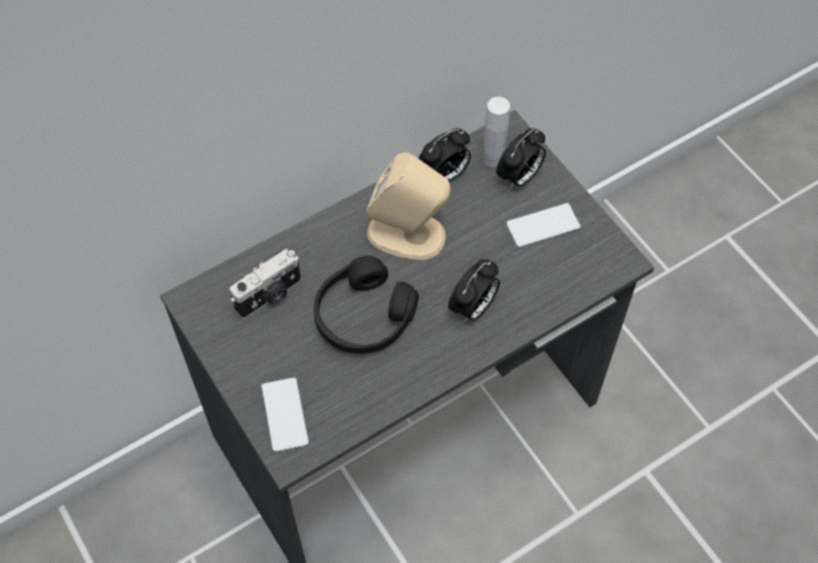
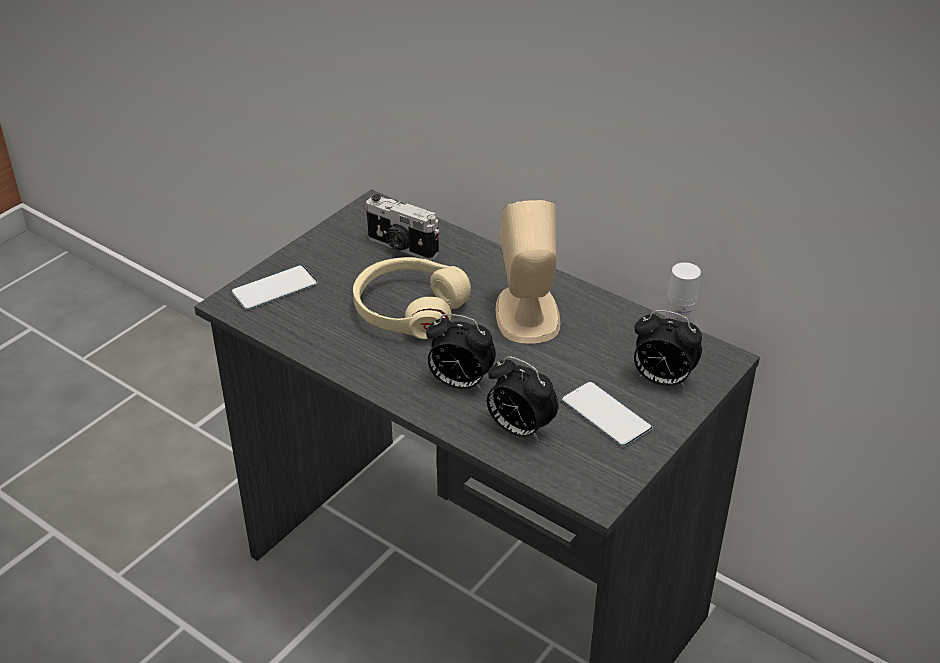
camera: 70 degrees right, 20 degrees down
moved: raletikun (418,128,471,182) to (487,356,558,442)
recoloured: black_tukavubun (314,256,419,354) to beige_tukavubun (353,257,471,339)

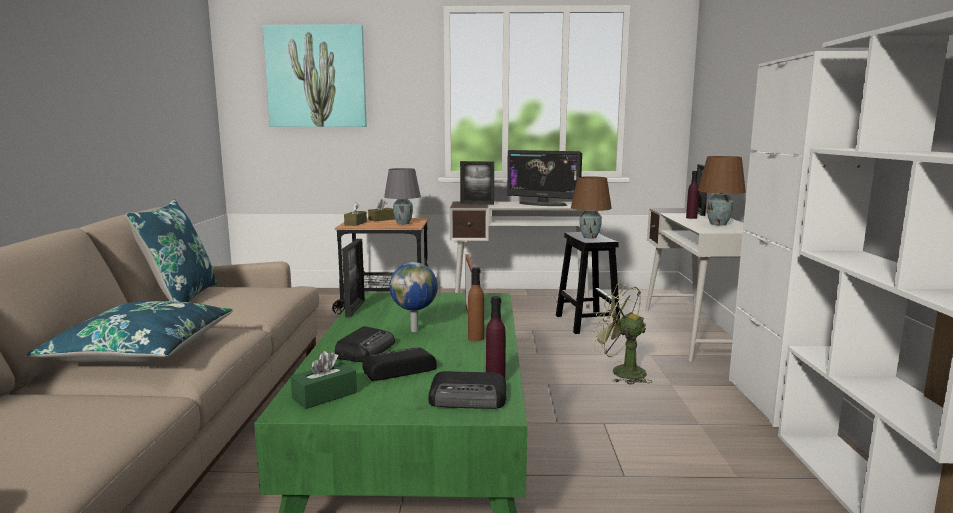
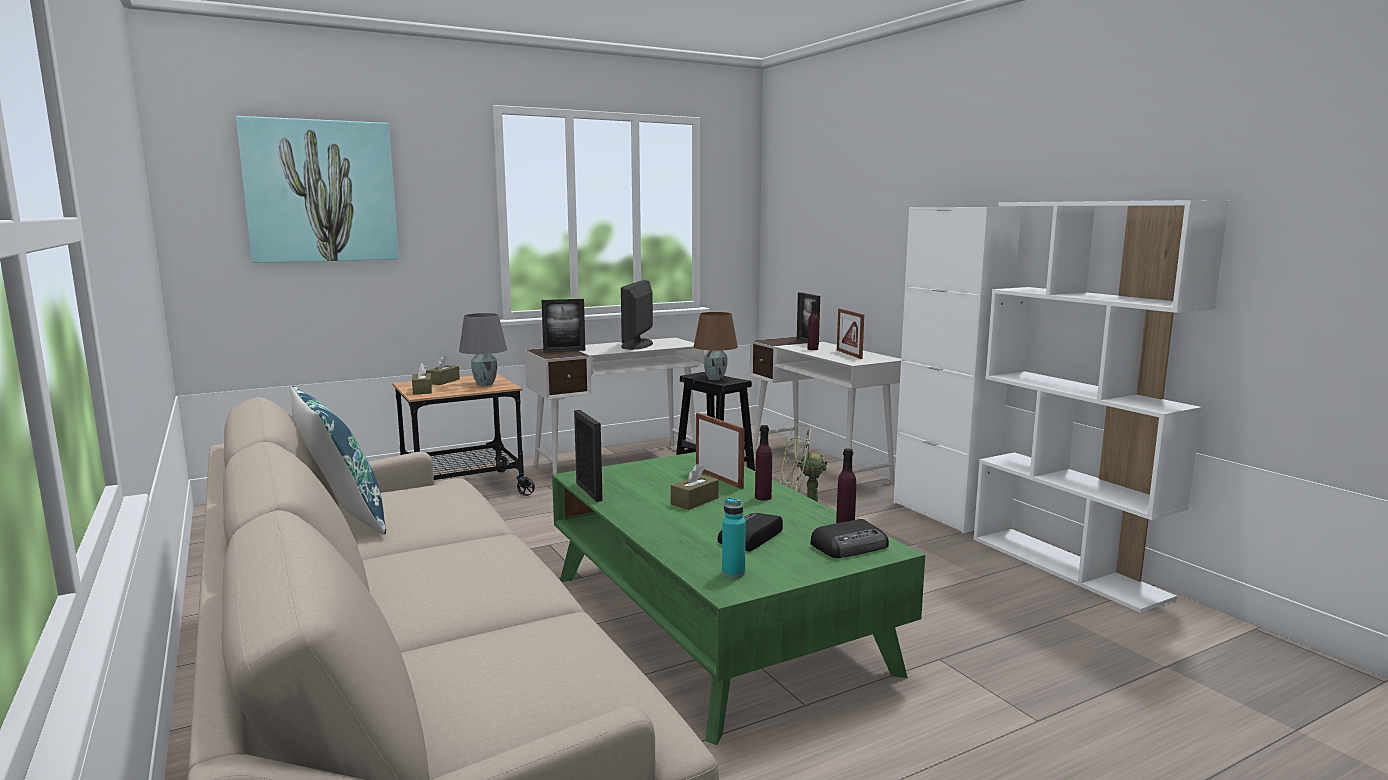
camera: 30 degrees left, 0 degrees up
removed: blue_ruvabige (26,301,233,363); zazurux (335,326,395,362)
replaced: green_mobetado (291,351,357,409) to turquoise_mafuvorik (722,497,746,578); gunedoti (389,262,438,332) to brown_mobetado (671,464,719,510); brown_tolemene (698,156,746,226) to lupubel (837,308,864,359)
recoloured: brown_mafuvorik (468,267,484,341) to purple_mafuvorik (755,425,772,500)
turned: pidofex (507,150,582,206) = (621,280,653,350) 105 degrees clockwise

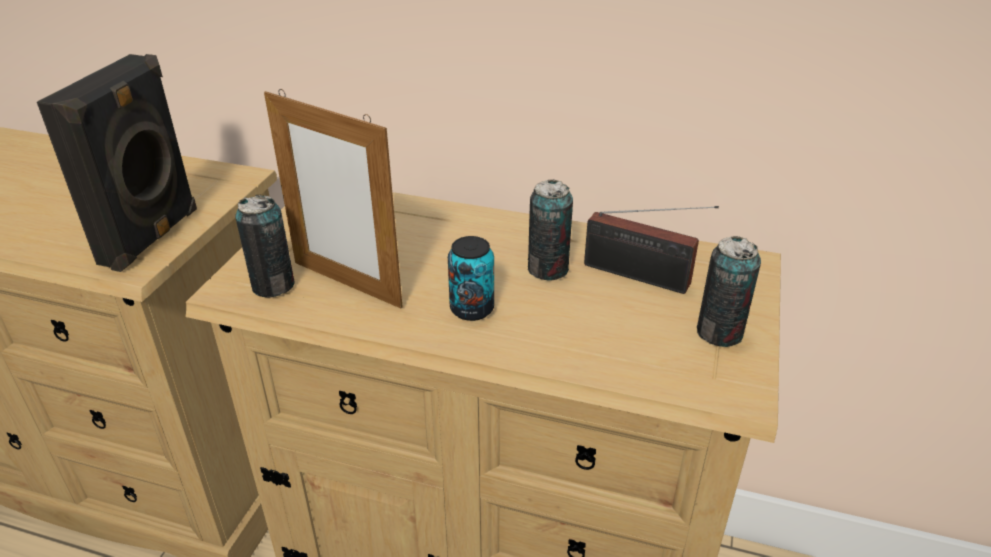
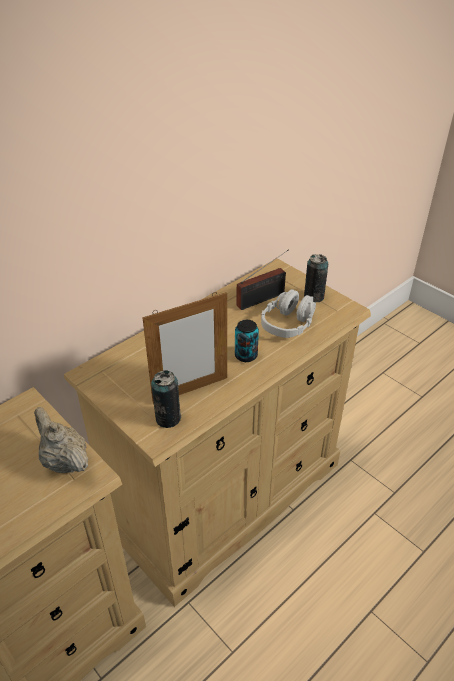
camera: 60 degrees left, 5 degrees up
removed: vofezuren (528,179,573,281)
added: grey_tukavubun (261,289,316,338)
replaced: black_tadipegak (37,54,197,272) to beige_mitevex (34,407,88,473)

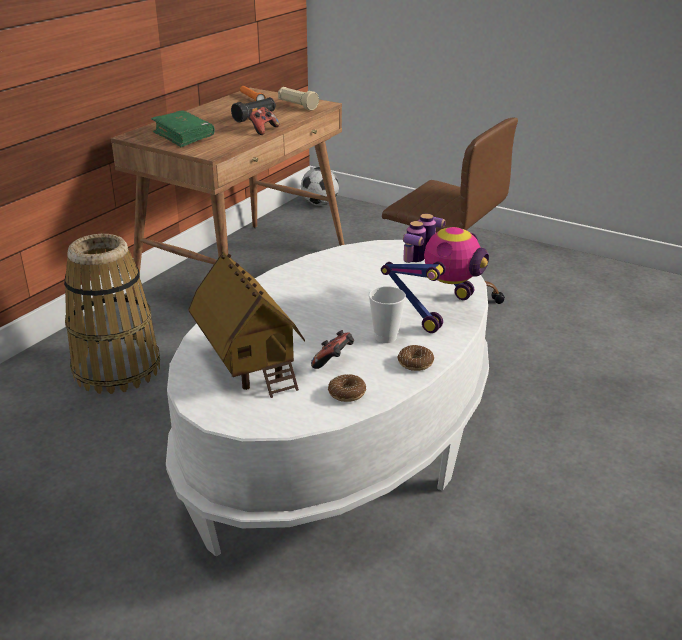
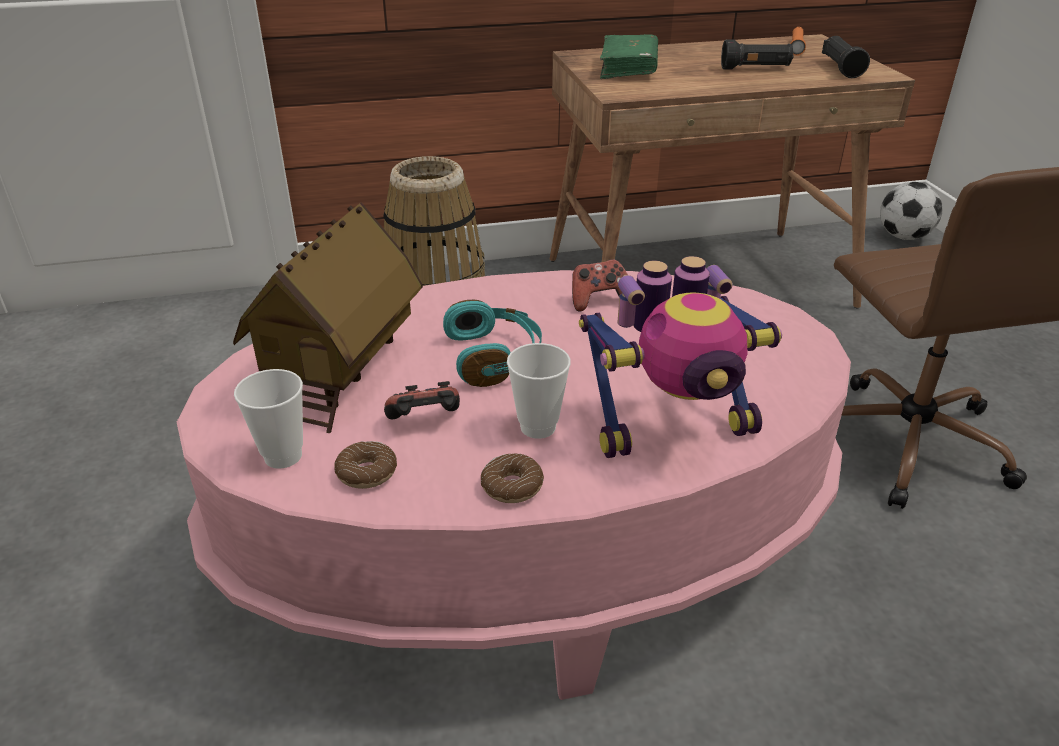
camera: 45 degrees right, 5 degrees up
added: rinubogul (234,369,303,469); turquoise_tukavubun (443,300,542,387)
moved: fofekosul (248,107,279,135) to (572,259,628,312)
recoloured: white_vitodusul (166,240,489,556) to pink_vitodusul (177,270,851,700); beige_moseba (278,87,319,110) to black_moseba (822,36,870,78)

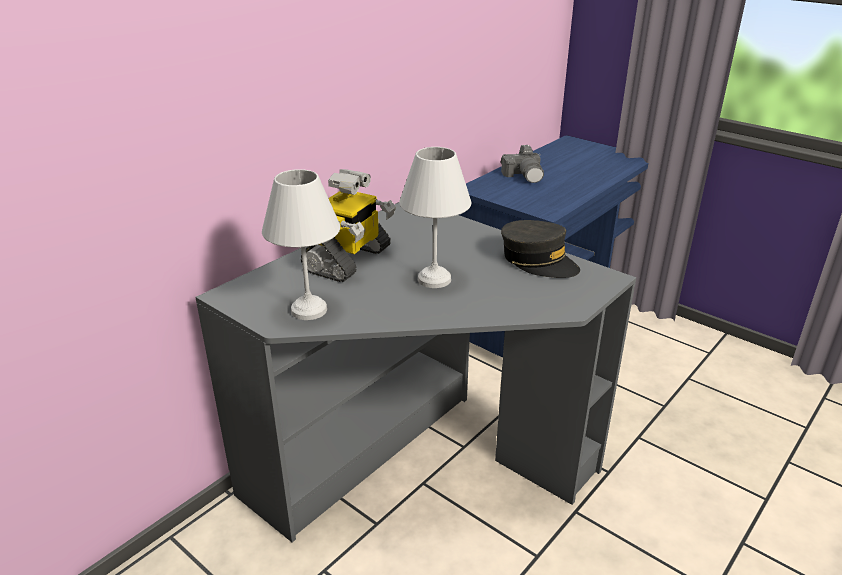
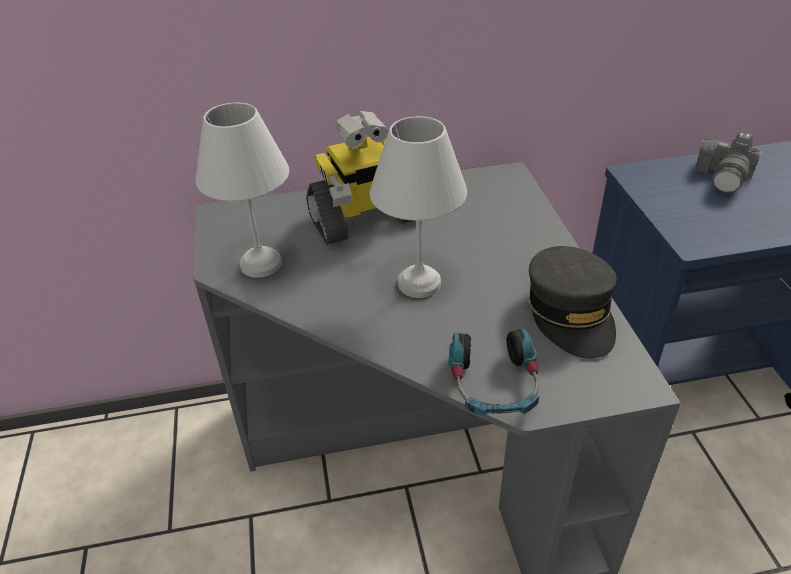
camera: 40 degrees right, 10 degrees up
added: tukavubun (449,328,539,417)

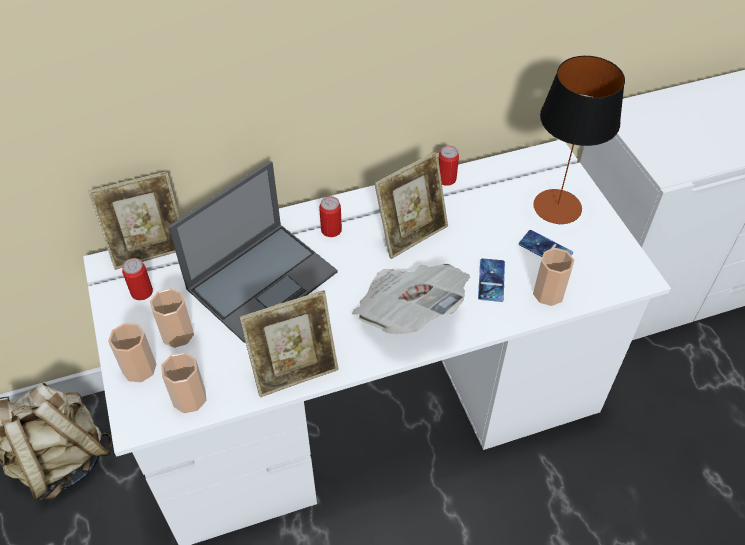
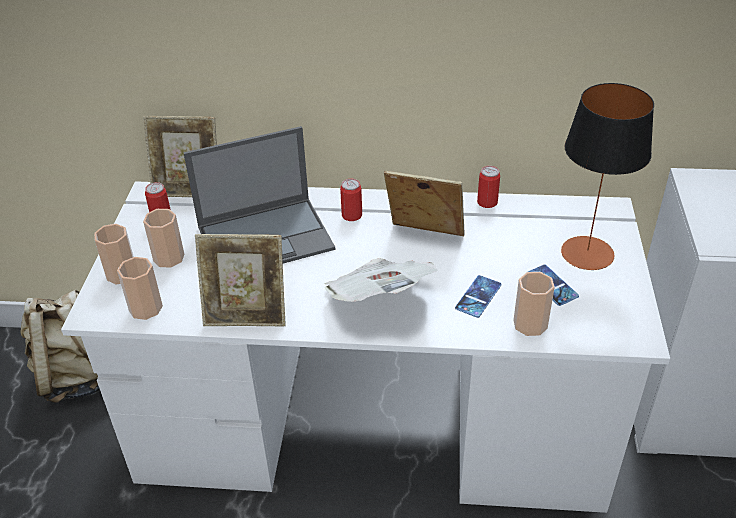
camera: 25 degrees right, 10 degrees down
turned: lupubel (374,151,448,259) = (384,171,465,236) 150 degrees counterclockwise

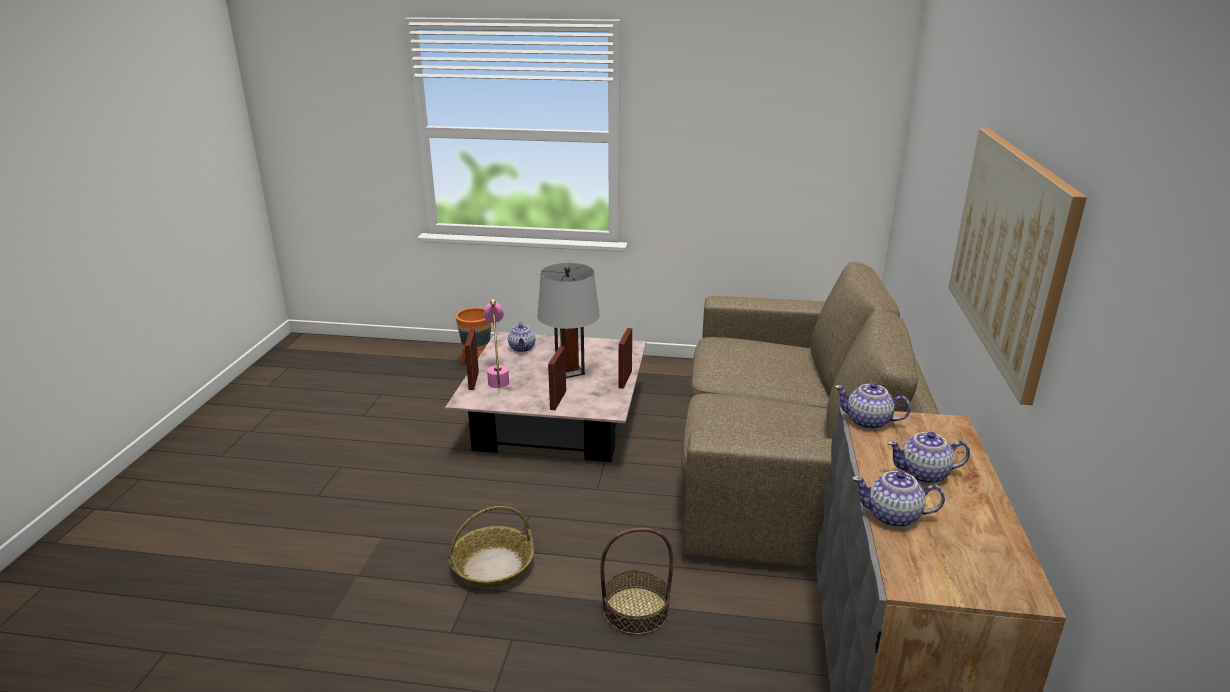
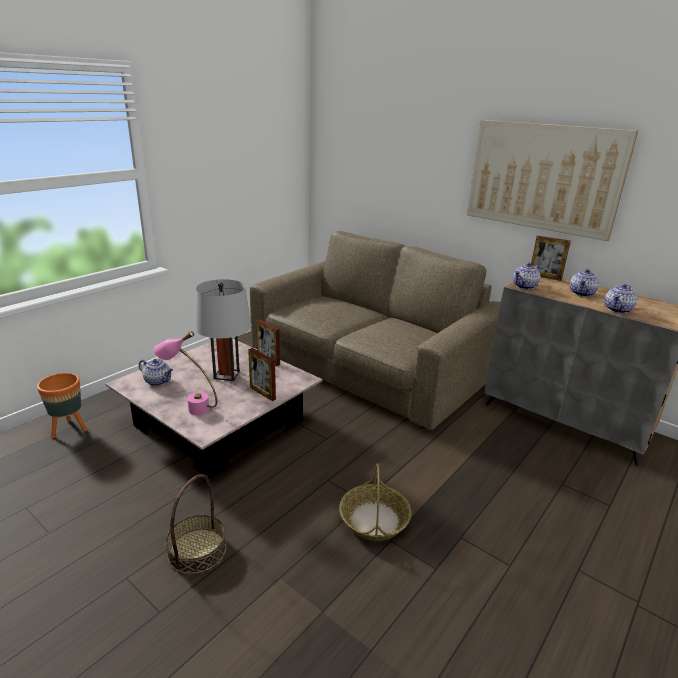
camera: 60 degrees left, 0 degrees up
moved: lupubel (465,329,479,390) to (531,236,571,281); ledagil (600,528,673,635) to (165,474,226,575)

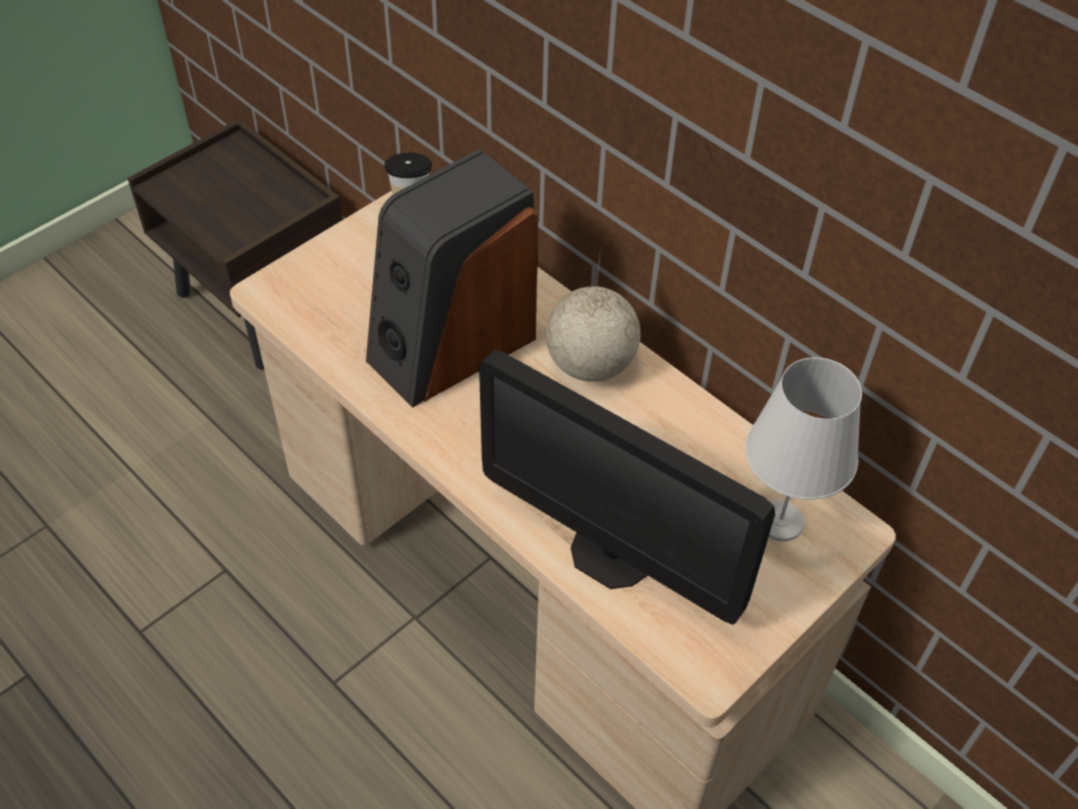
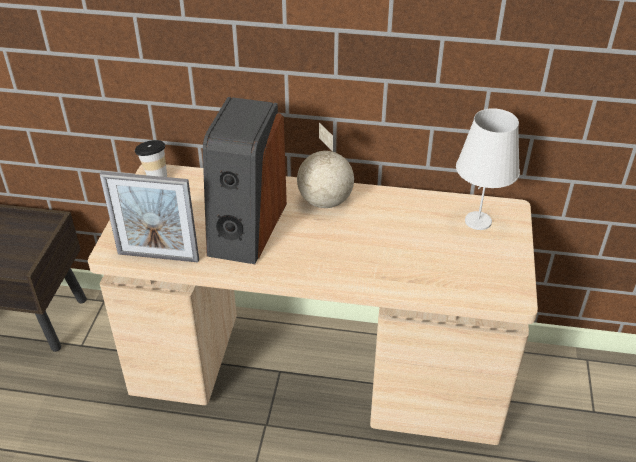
camera: 35 degrees left, 10 degrees down
removed: pidofex (479,350,775,625)
added: lupubel (100,171,199,262)

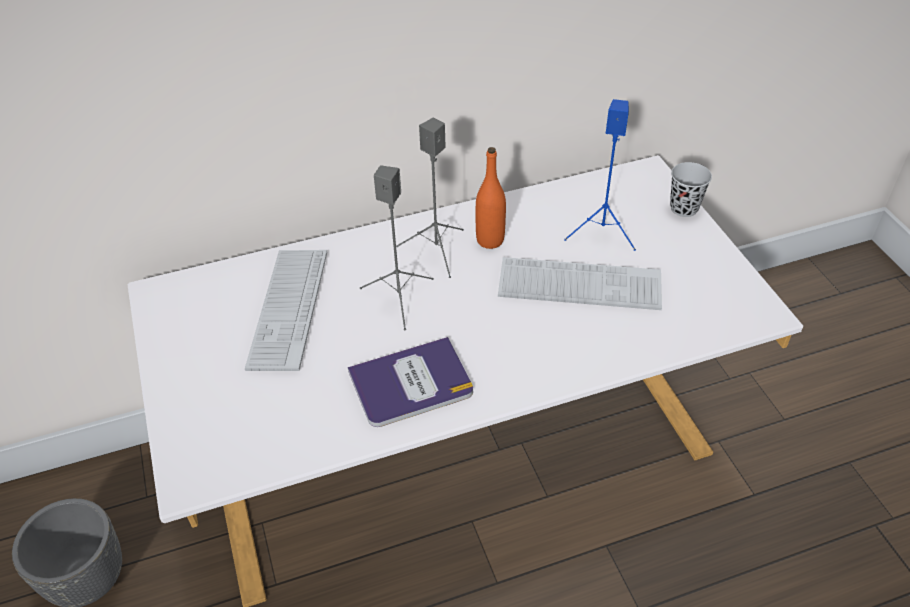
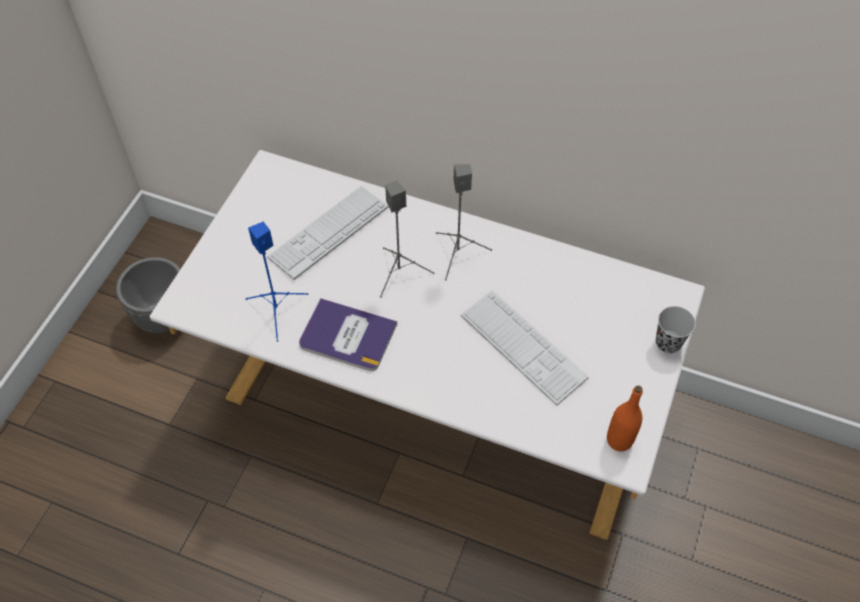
camera: 40 degrees right, 10 degrees up
moved: orange_mafuvorik (476,147,506,249) to (607,386,643,451); blue_tadipegak (564,99,636,251) to (246,222,308,342)

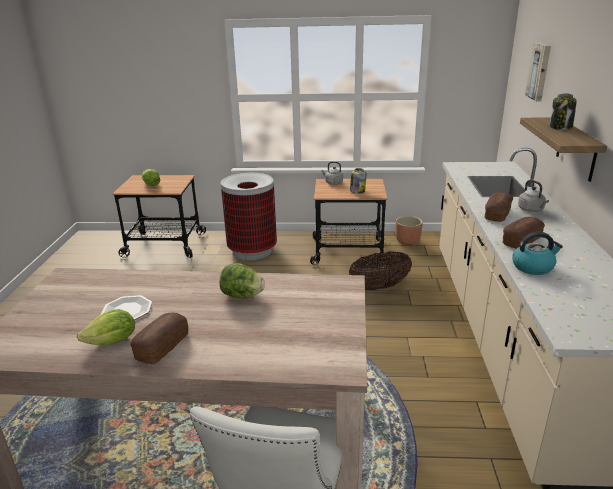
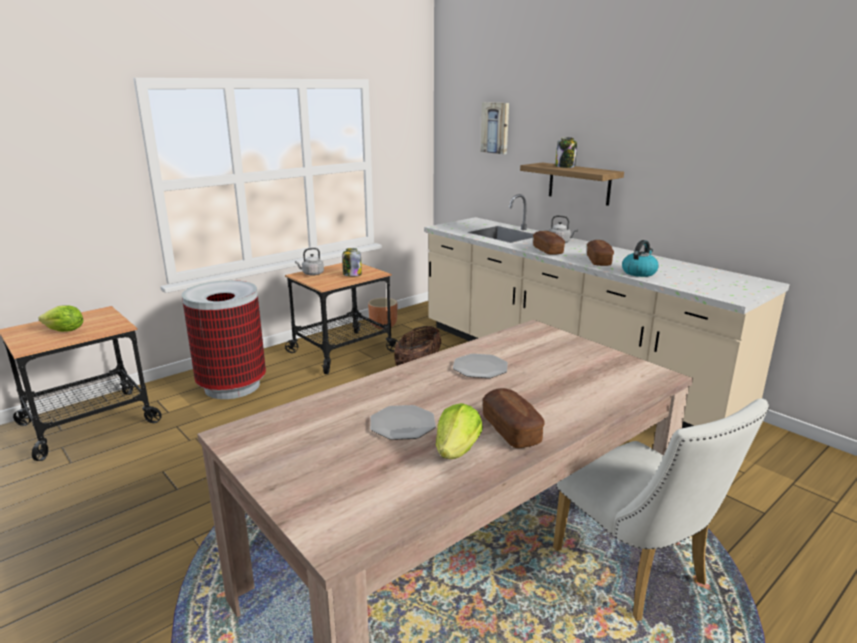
camera: 45 degrees left, 5 degrees down
replaced: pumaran (220,263,265,298) to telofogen (453,354,508,378)

